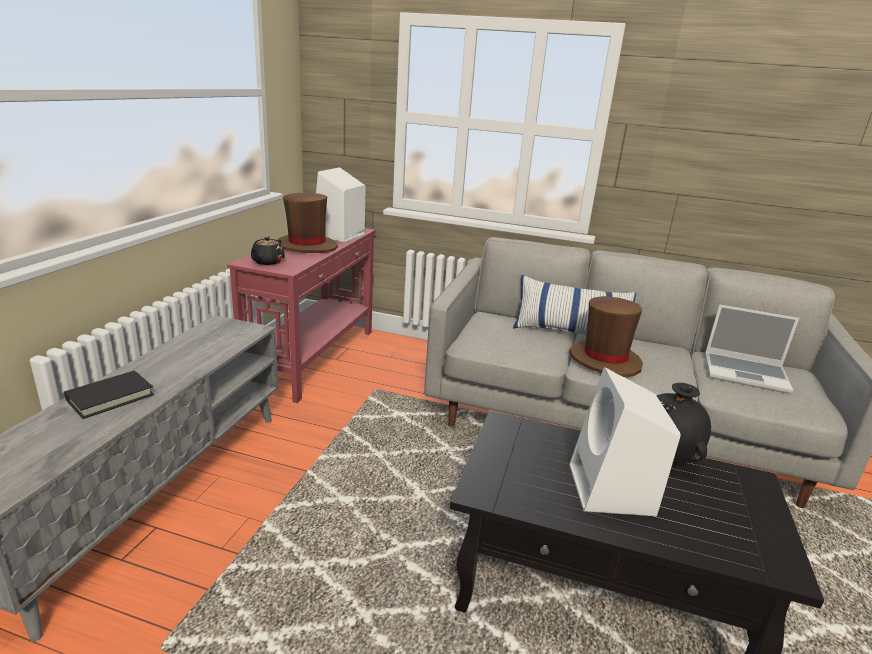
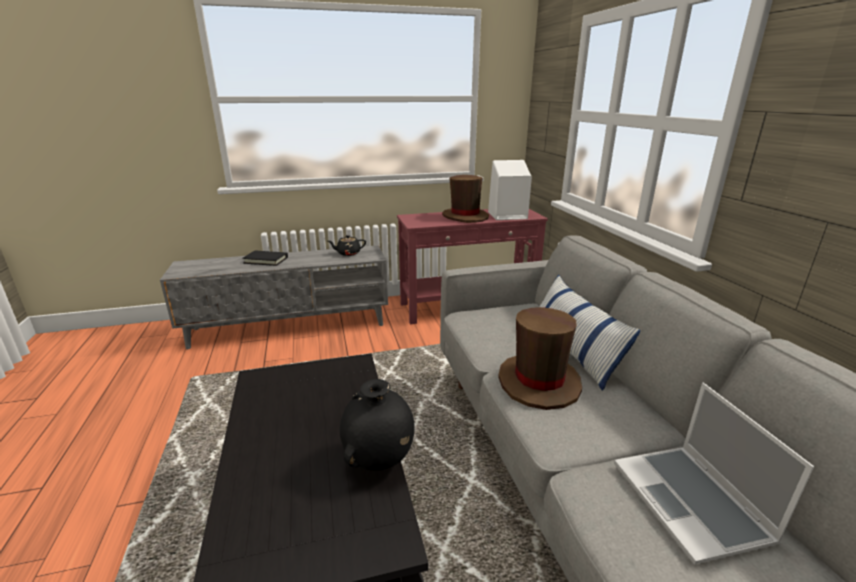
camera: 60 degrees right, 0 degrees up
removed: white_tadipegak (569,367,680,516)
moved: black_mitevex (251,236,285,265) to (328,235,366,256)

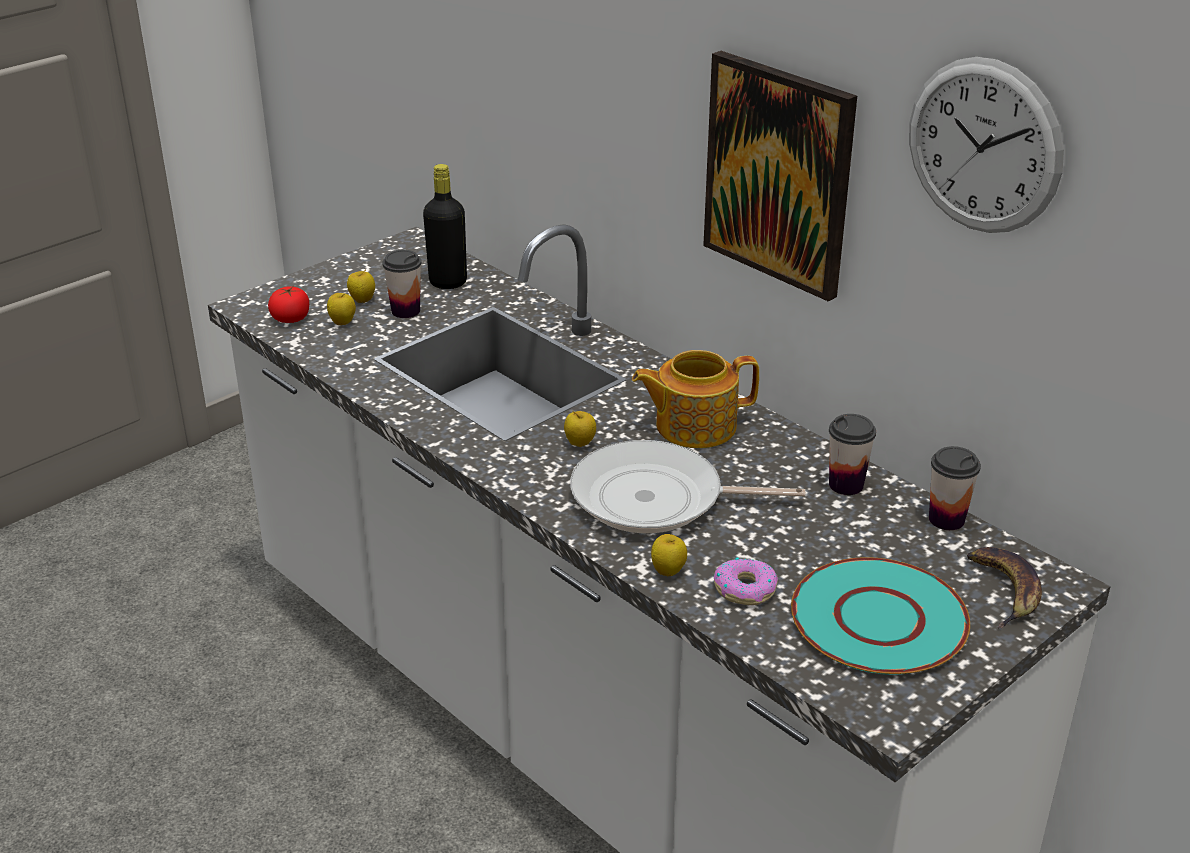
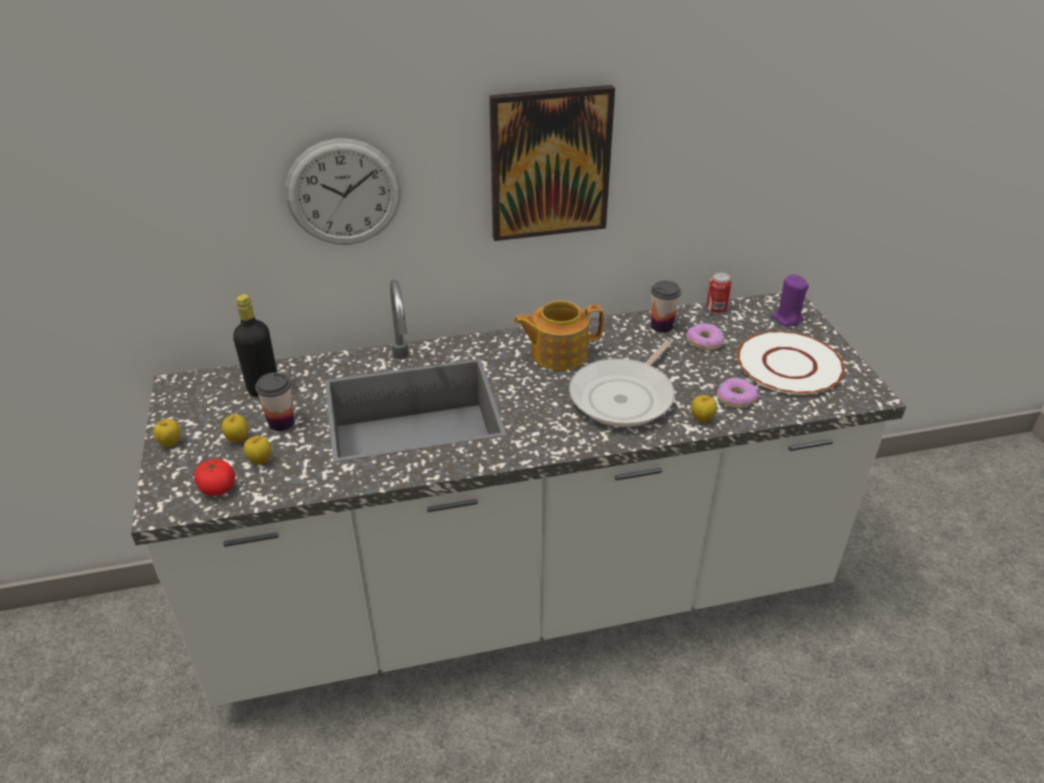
camera: 60 degrees left, 5 degrees up
added: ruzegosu (686,323,725,350)
moved: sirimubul (564,411,596,447) to (153,419,181,447); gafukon (909,57,1064,233) to (285,138,401,244)
replaced: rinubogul (929,446,981,530) to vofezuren (706,272,731,314); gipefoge (967,547,1042,629) to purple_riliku (771,274,809,326)
recoloured: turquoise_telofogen (791,557,970,675) to white_telofogen (737,331,845,395)
turned: mitevex (632,350,759,448) = (514,301,604,370) 60 degrees clockwise

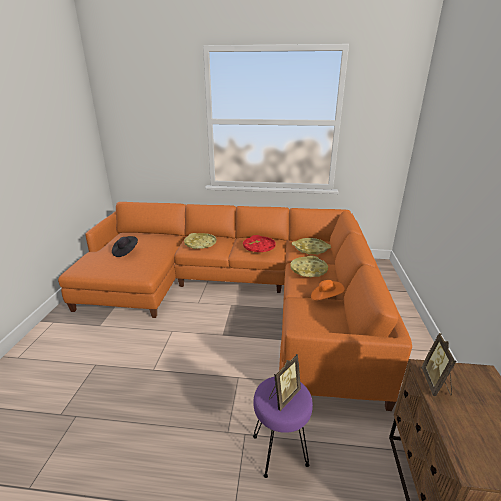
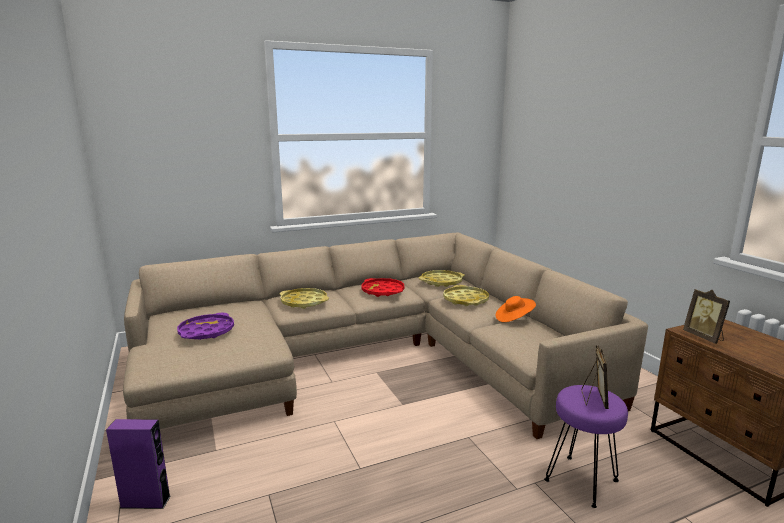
camera: 30 degrees left, 10 degrees down
added: purple_tadipegak (106,419,171,509)
replaced: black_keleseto (112,236,138,257) to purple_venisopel (177,313,234,340)
recoloured: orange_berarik (58,202,412,411) to beige_berarik (123,233,648,439)

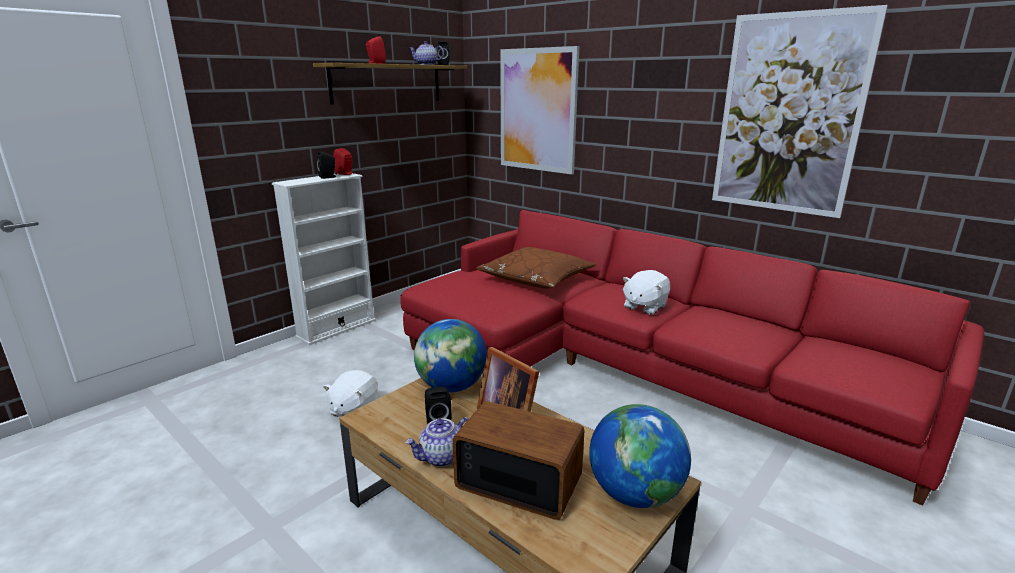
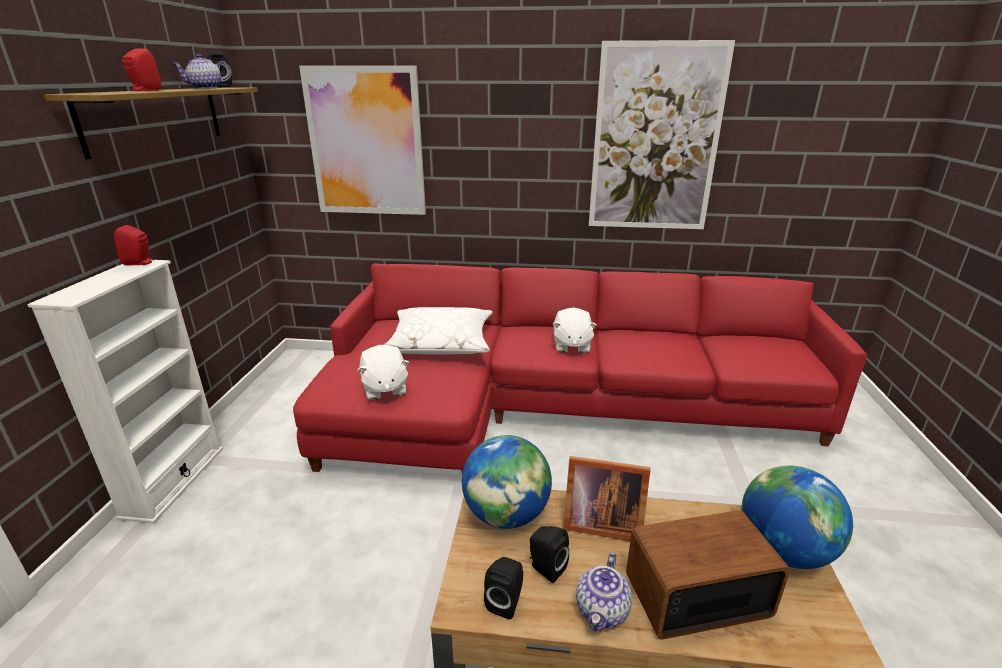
camera: 35 degrees left, 5 degrees up
moved: black_tadipegak (317,151,336,179) to (484,557,523,619); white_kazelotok (323,370,378,417) to (358,345,410,400)
recoloured: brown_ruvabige (476,247,596,289) to white_ruvabige (384,307,493,354)

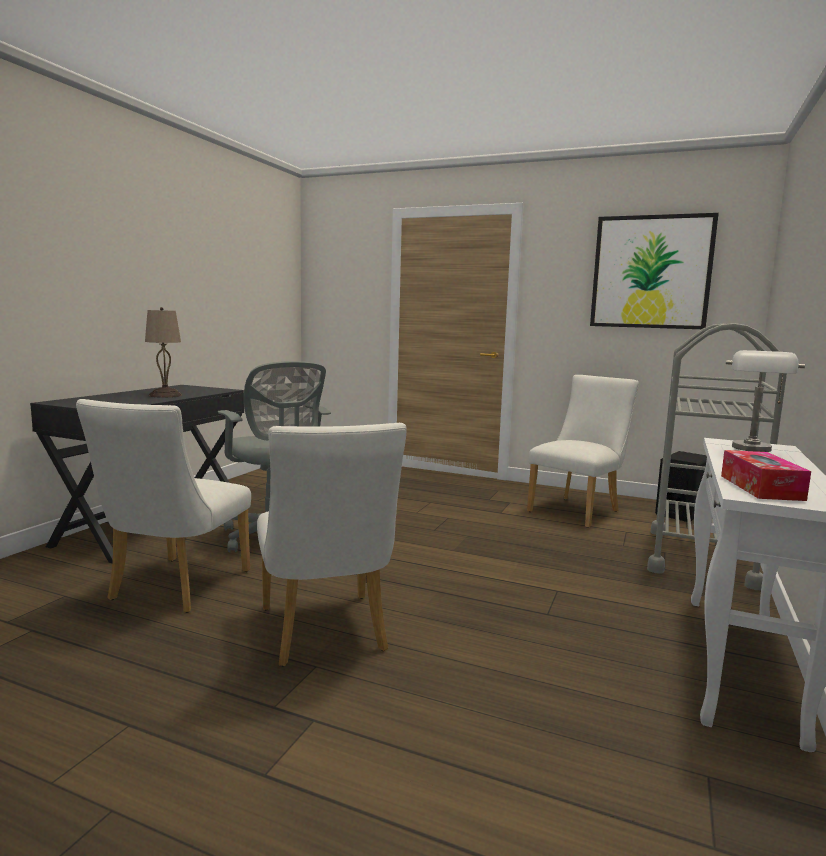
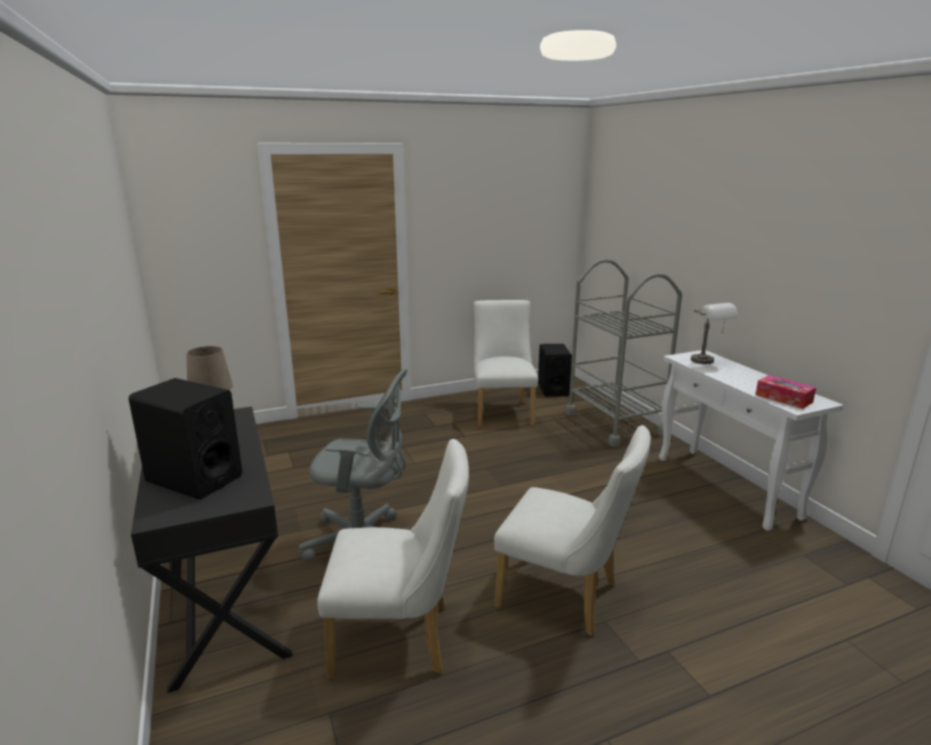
camera: 45 degrees left, 10 degrees up
removed: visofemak (590,213,719,329)
added: black_tadipegak (128,378,242,500)
turned: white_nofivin (76,399,251,613) = (317,439,469,678) 60 degrees counterclockwise

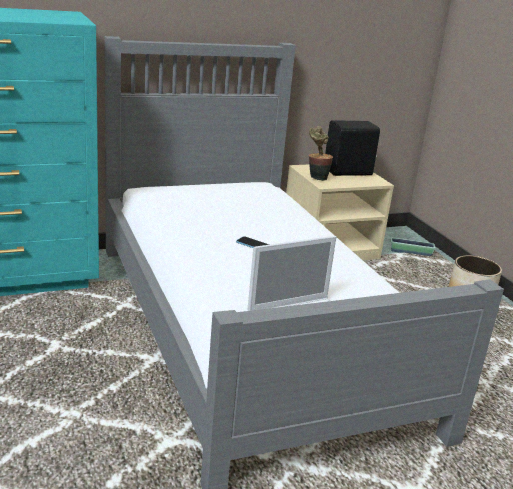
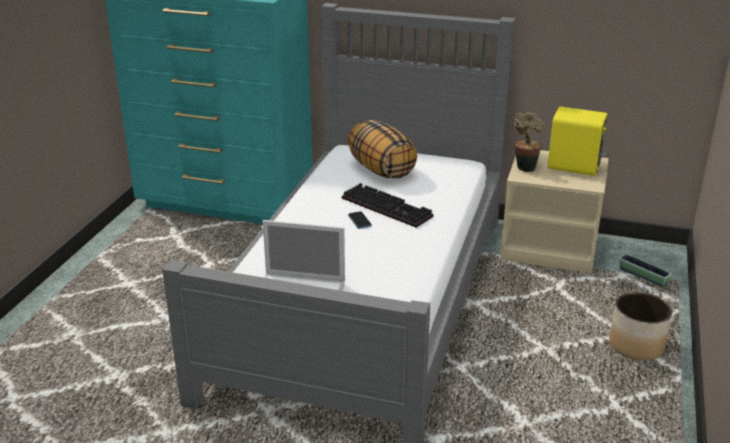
camera: 40 degrees right, 5 degrees up
added: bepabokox (342,183,434,228); ruvabige (348,120,417,179)
recoloured: black_tadipegak (325,120,380,176) to yellow_tadipegak (548,107,607,176)

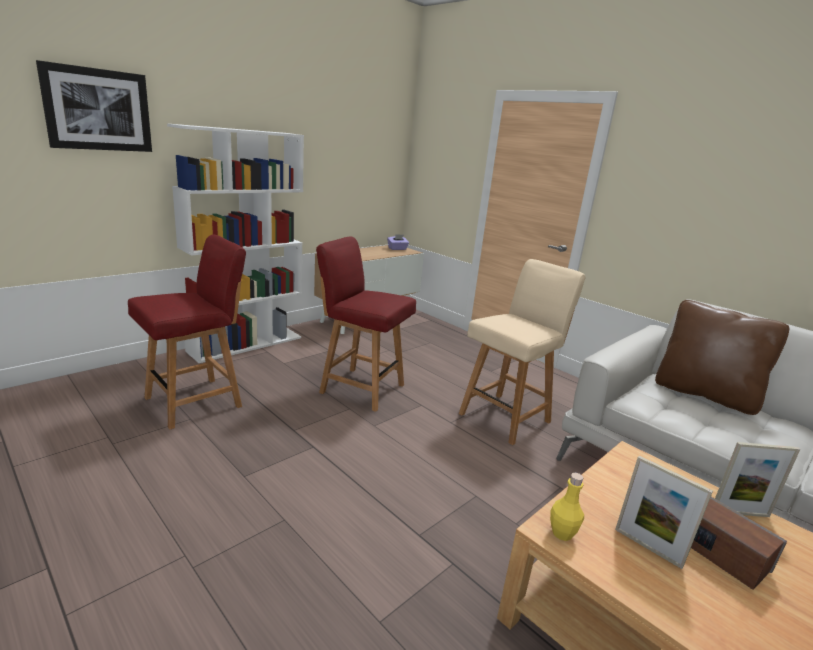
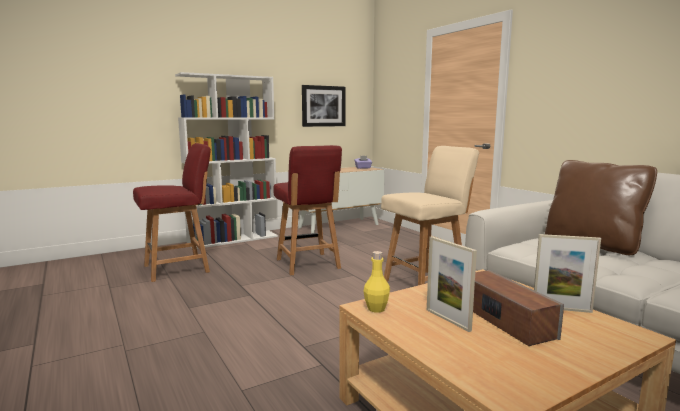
camera: 15 degrees right, 10 degrees down
moved: visofemak (36,60,152,152) to (302,85,346,127)
turned: red_nofivin (316,237,416,412) = (274,145,342,275) 150 degrees counterclockwise

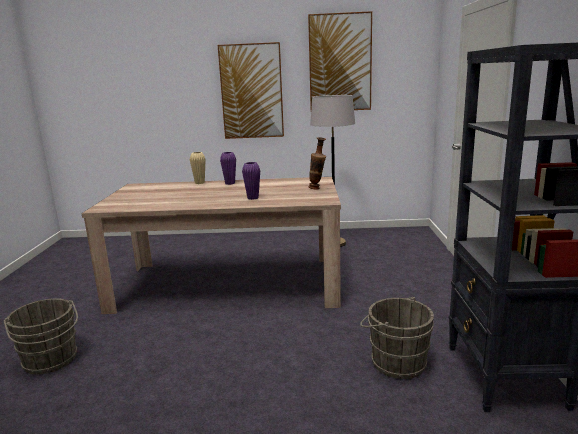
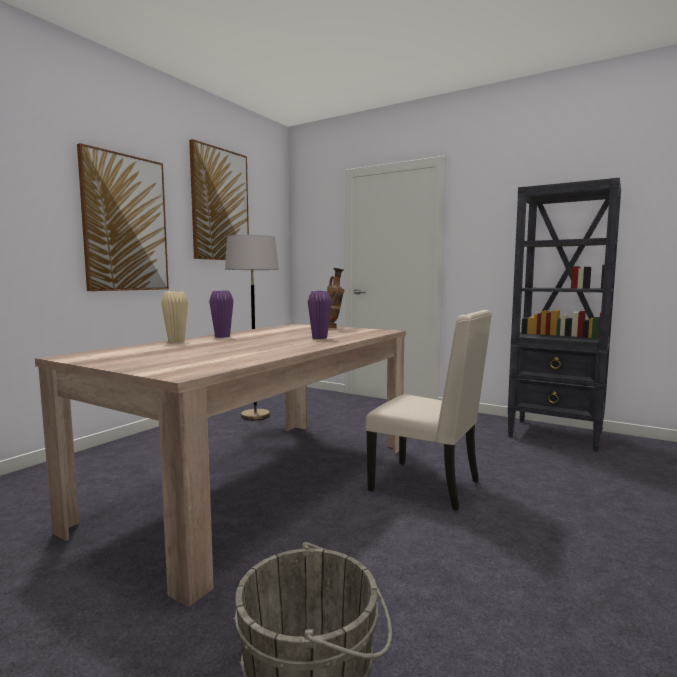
camera: 60 degrees left, 10 degrees down
removed: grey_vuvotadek (360,297,434,379)
added: beige_nofivin (365,310,492,511)

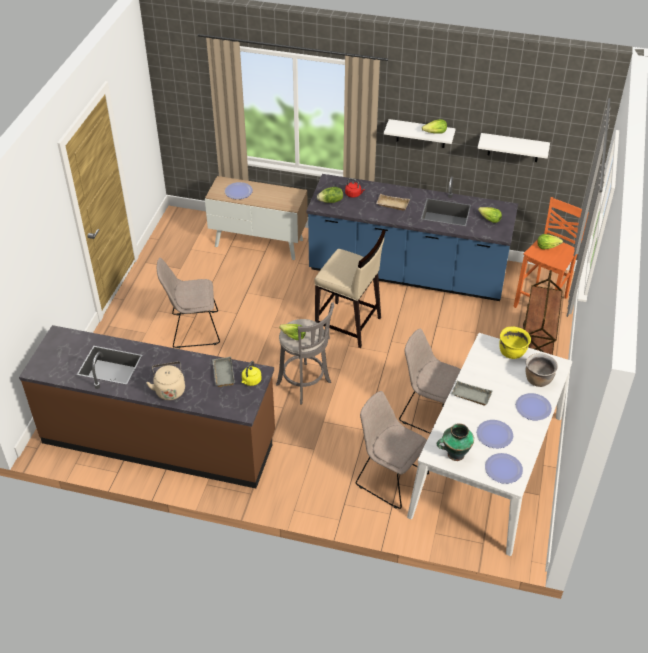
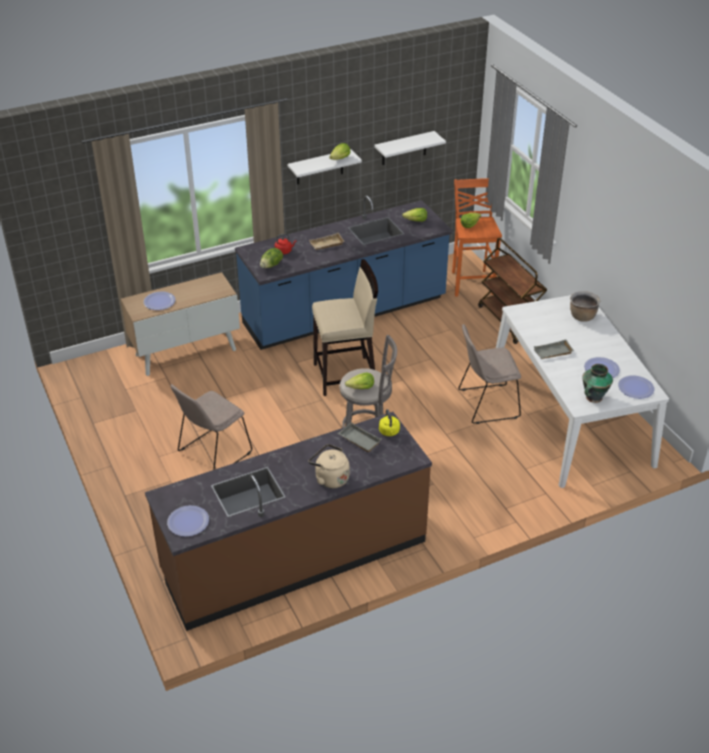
camera: 40 degrees left, 5 degrees down
removed: beige_nofivin (356,391,429,509); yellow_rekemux (499,327,531,359)
moved: telofogen (516,393,552,420) to (167,505,209,537)

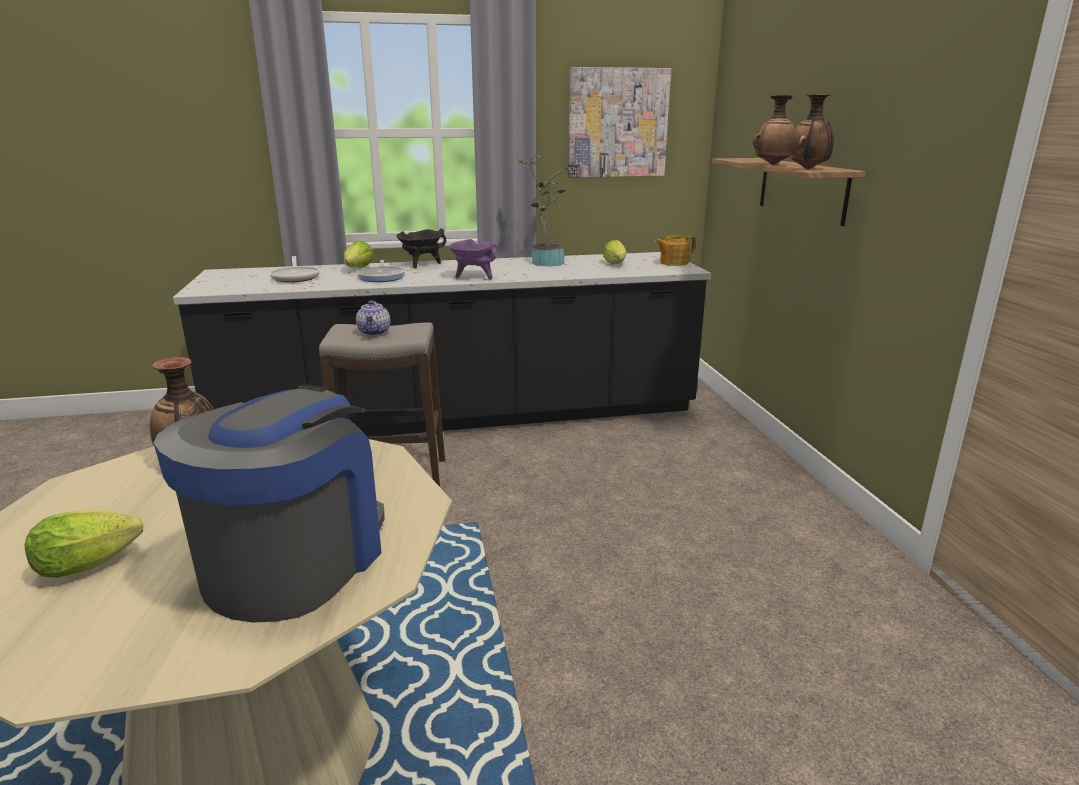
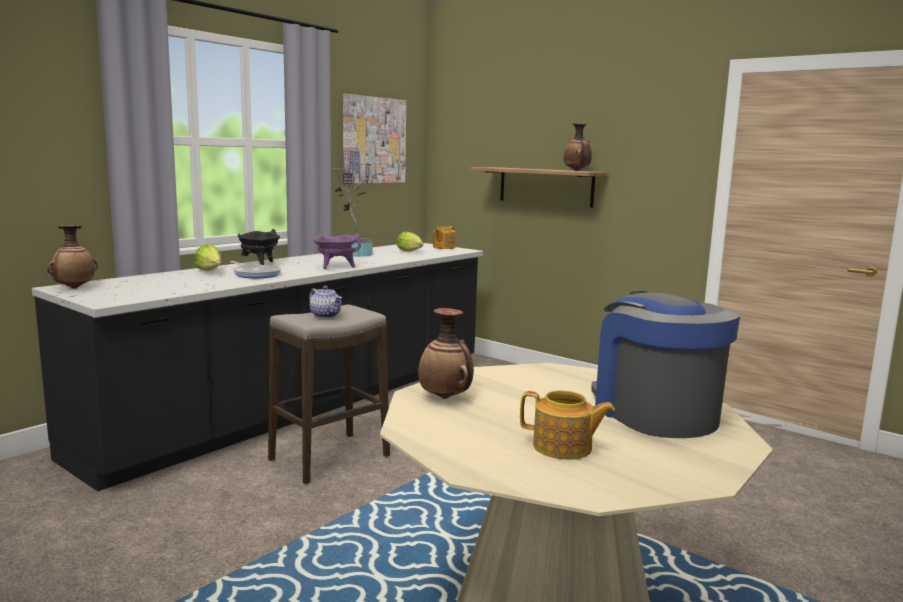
camera: 40 degrees left, 10 degrees down
removed: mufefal (270,256,320,283)
moved: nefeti (753,95,795,165) to (47,225,98,289)
replaced: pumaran (25,510,143,578) to mitevex (520,390,615,459)

